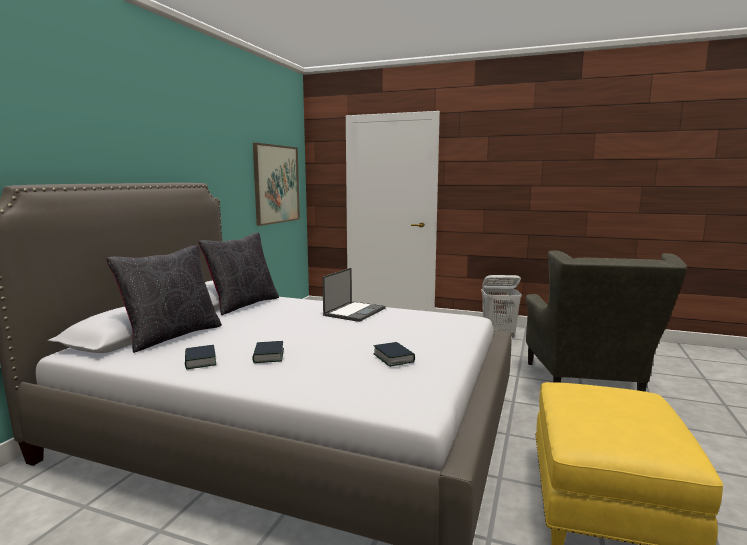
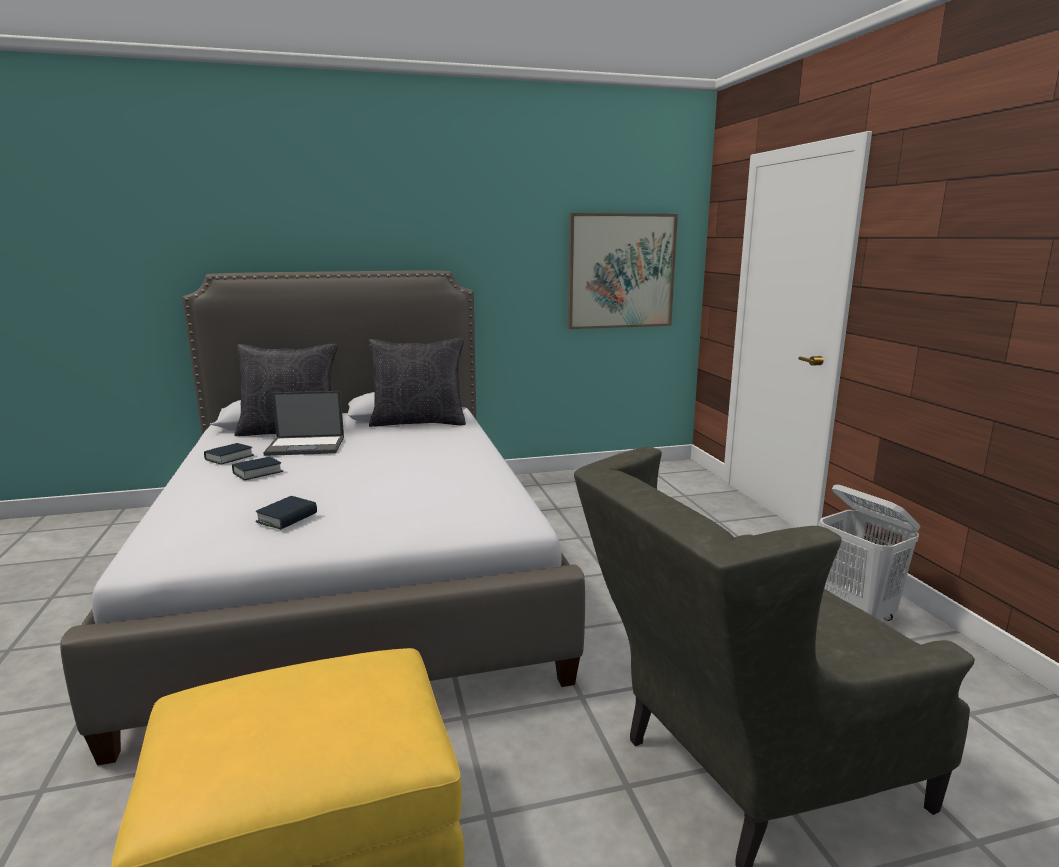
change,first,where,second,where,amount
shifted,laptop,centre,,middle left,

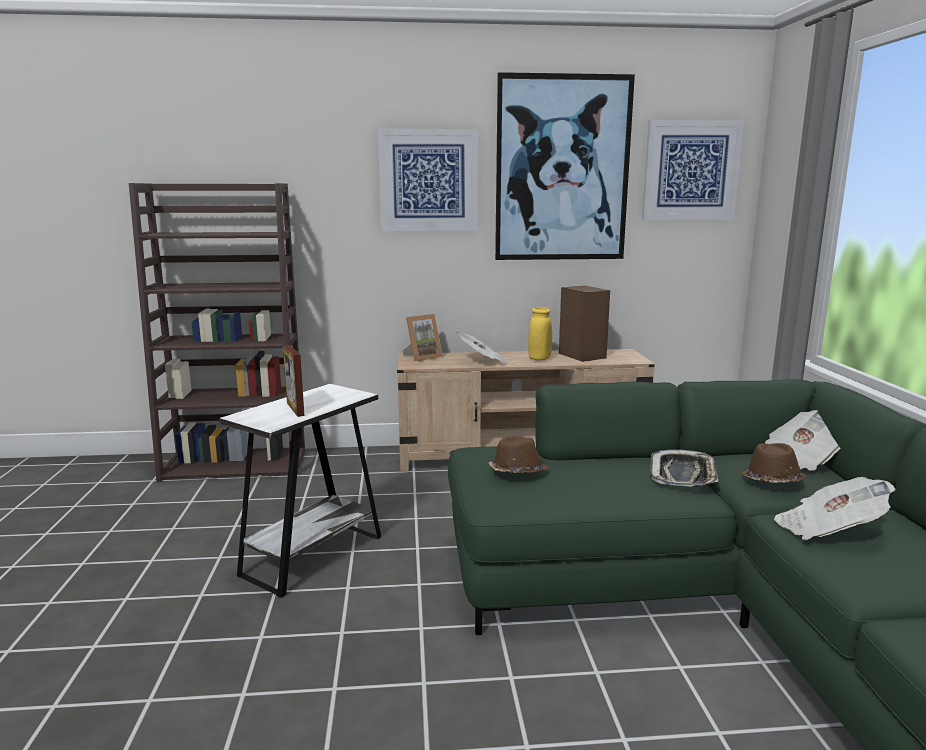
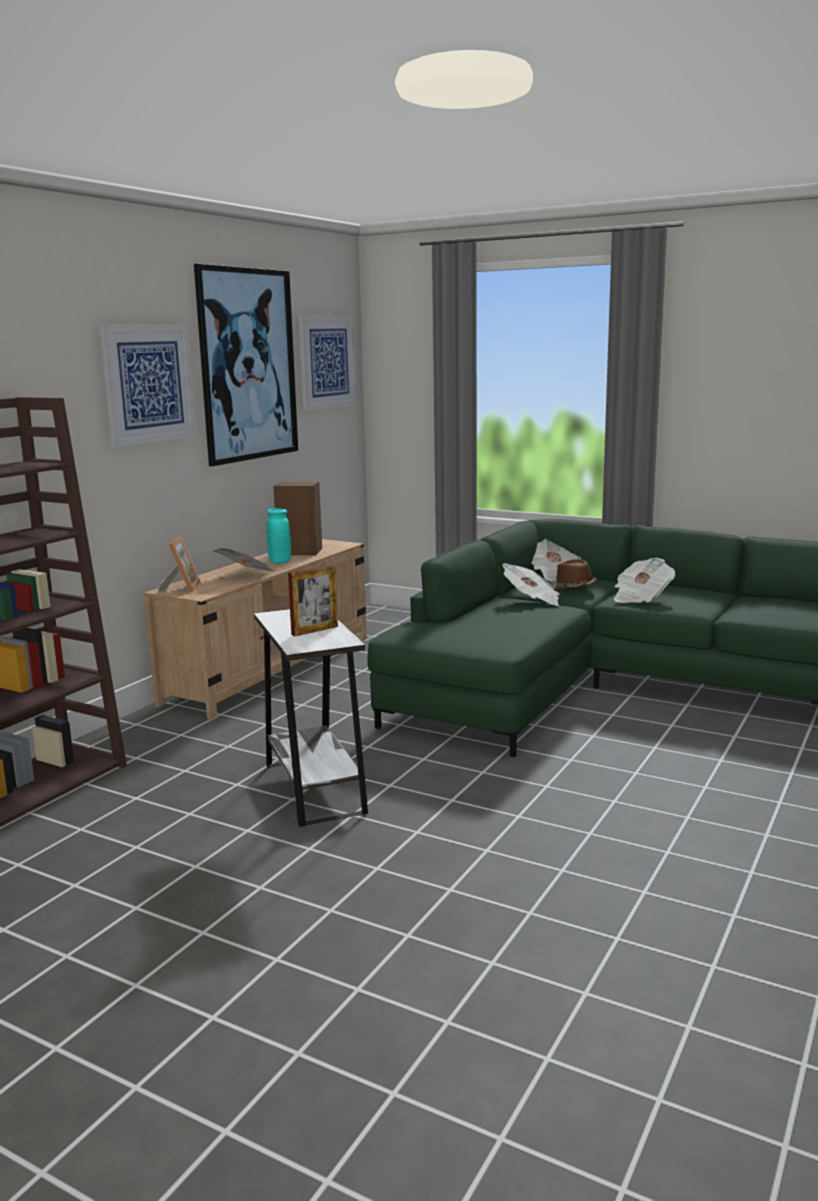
change,first,where,second,where,amount
repainted,yellow vase,centre,turquoise vase,centre,
rotated,picture frame (no. 1 from left in the first image),middle left,picture frame (no. 2 from left),centre,45 degrees counterclockwise
swapped,tray,middle right,newspaper (no. 2 from left),centre,
gone,brown hat (no. 1 from left),centre,,,

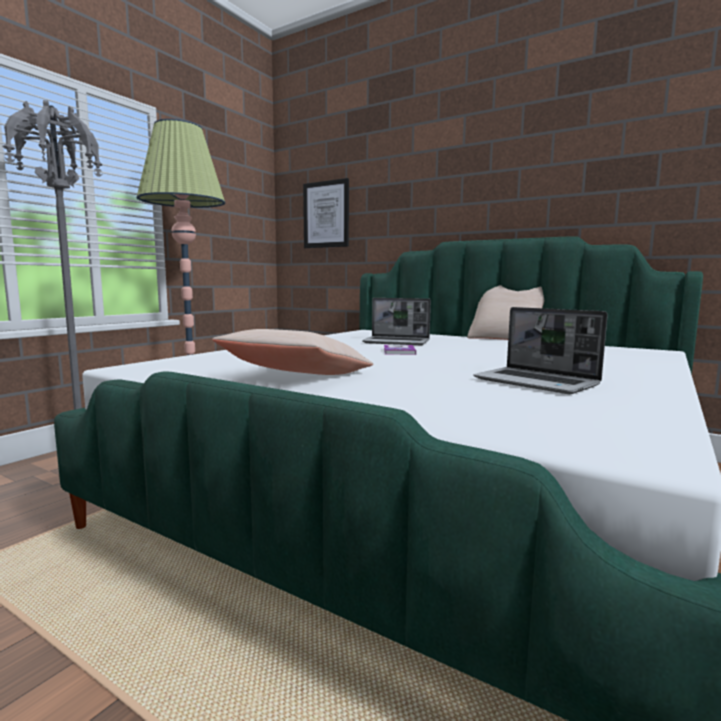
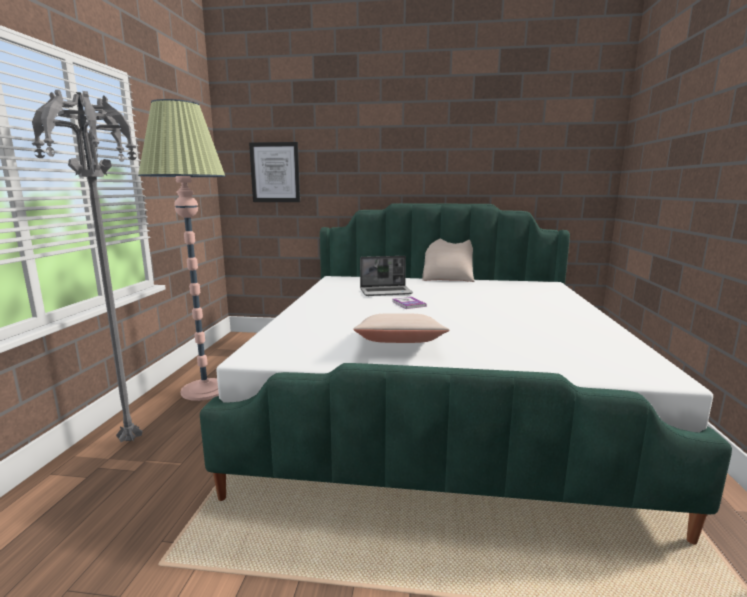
change,first,where,second,where,amount
gone,laptop (no. 2 from left),middle right,,,

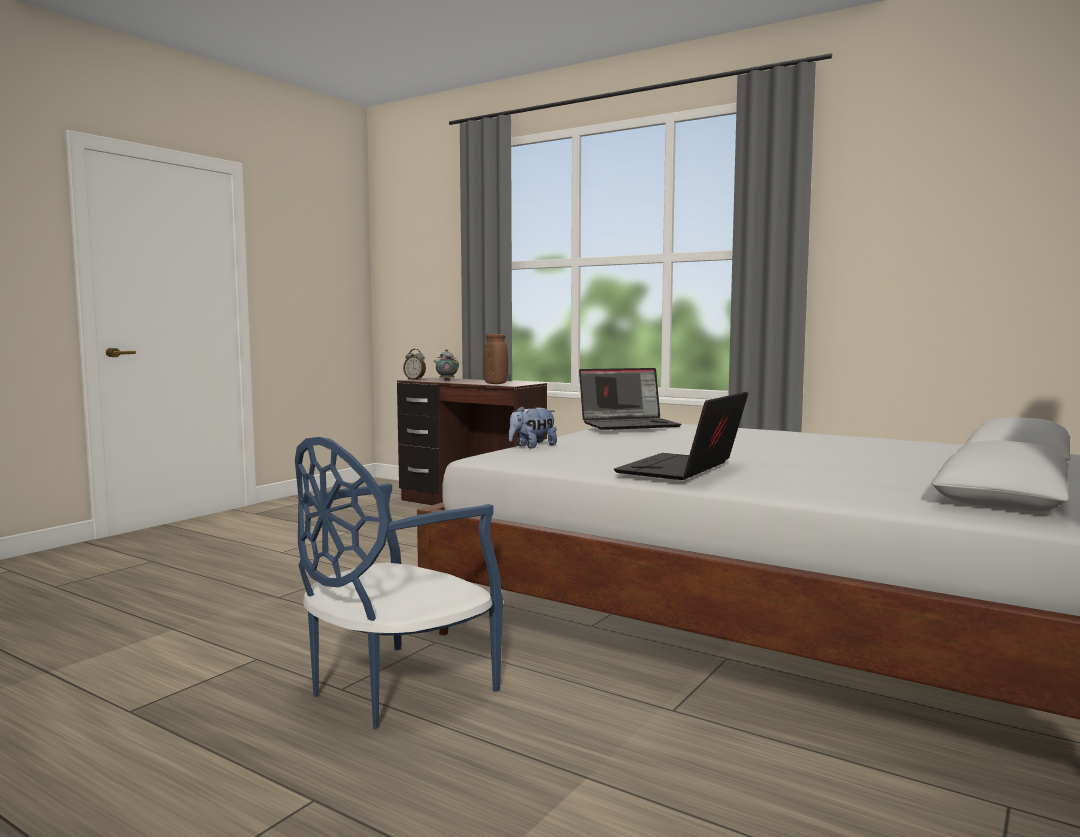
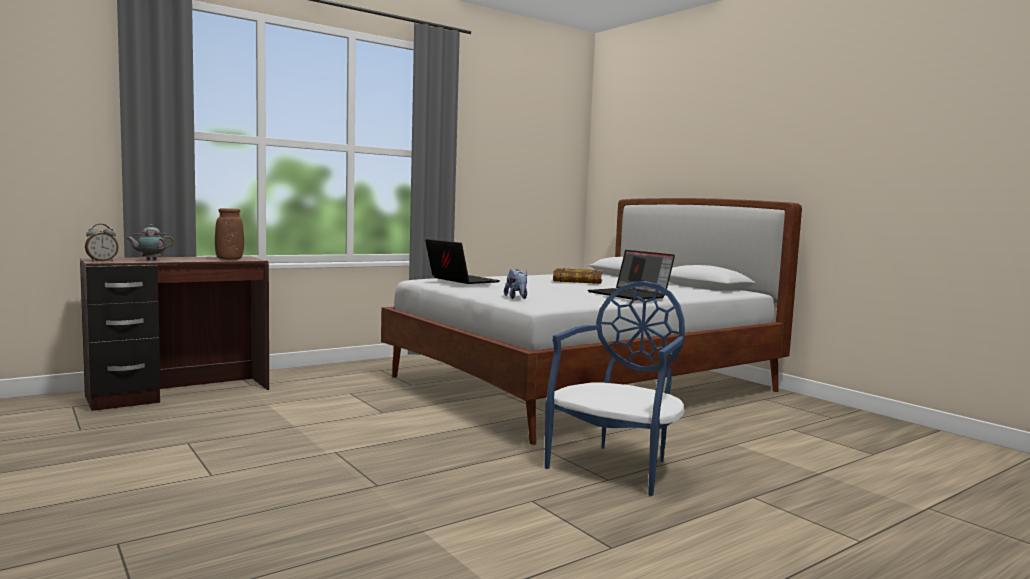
change,first,where,second,where,amount
rotated,laptop (no. 1 from left),centre,,centre,45 degrees counterclockwise
rotated,blue chair,bottom centre,,bottom centre,120 degrees counterclockwise
new,,,book,centre,

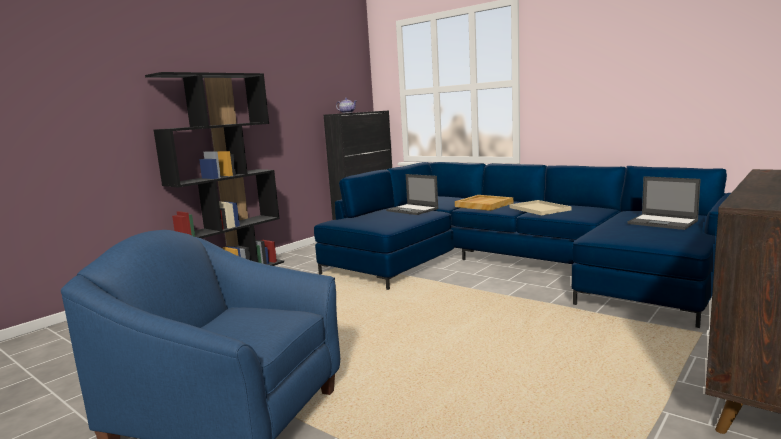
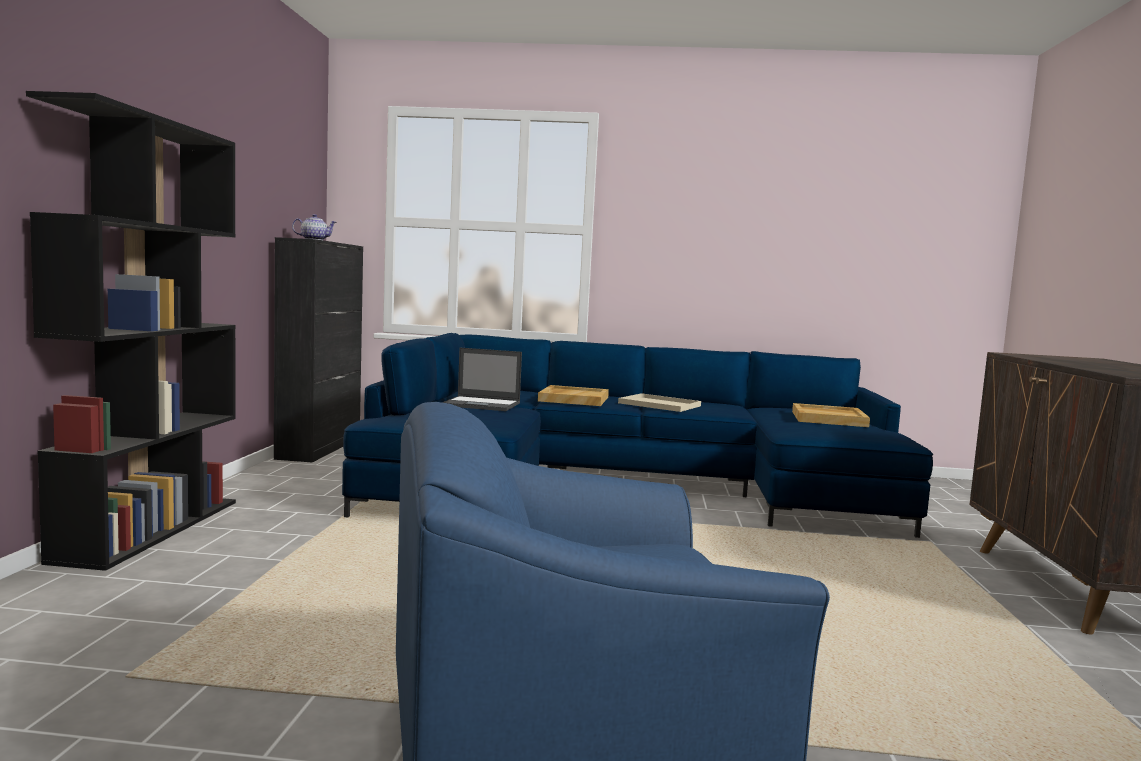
change,first,where,second,where,amount
swapped,laptop (no. 2 from left),middle right,beige tray (no. 3 from left),middle right,

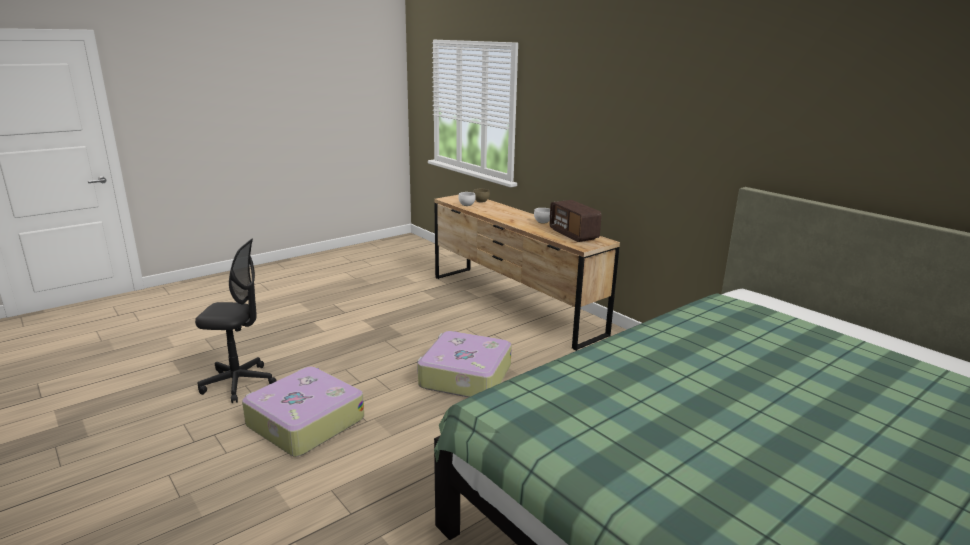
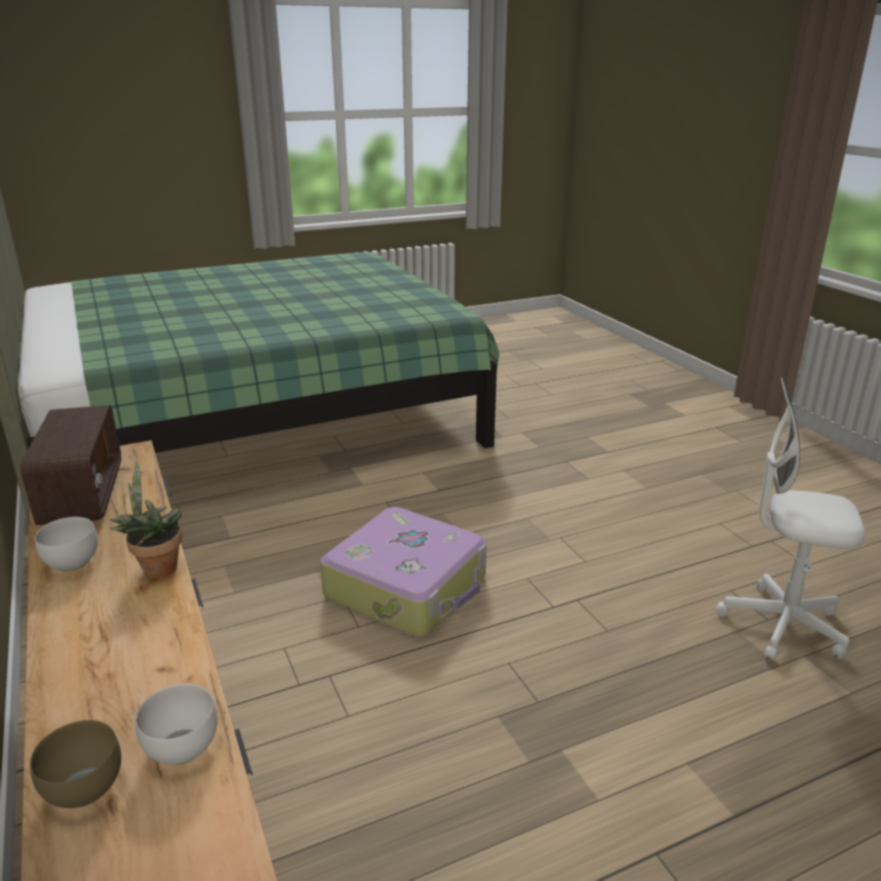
change,first,where,second,where,amount
new,,,potted plant,middle left,
repainted,black office chair,middle left,white office chair,middle right,
gone,suitcase (no. 1 from left),bottom left,,,

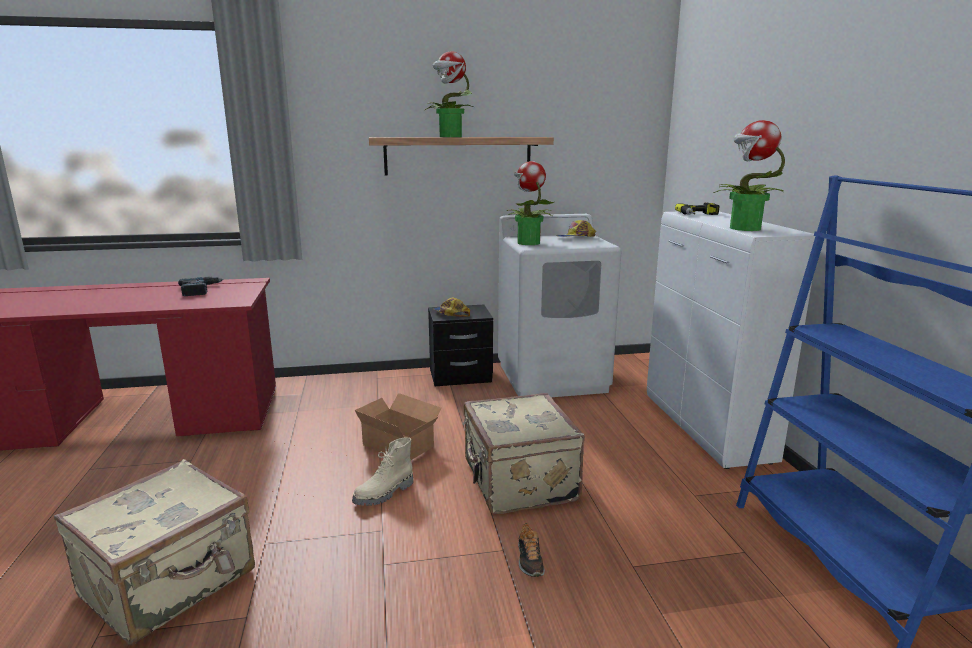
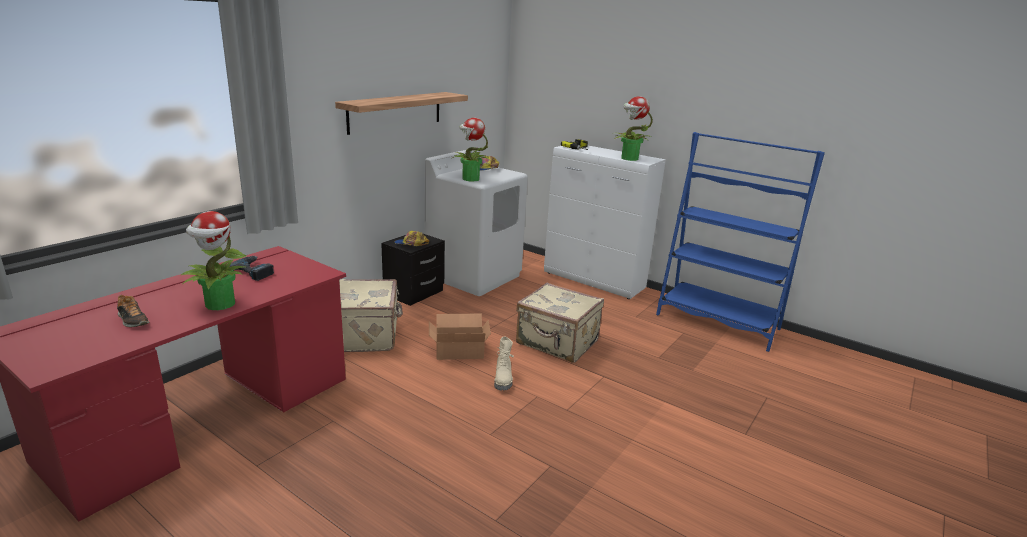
change,first,where,second,where,amount
shifted,shoe,bottom centre,,middle left,
shifted,potted plant (no. 1 from left),top centre,,middle left,
shifted,beige suitcase (no. 1 from left),bottom left,,centre,

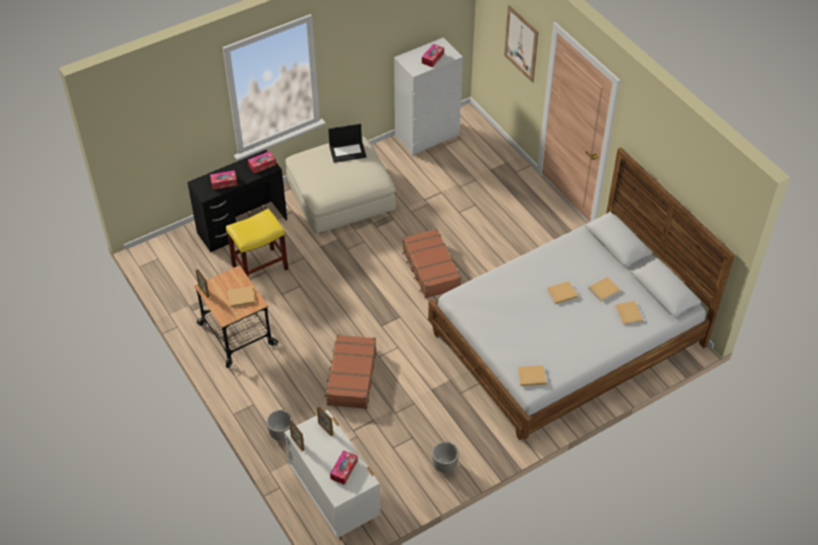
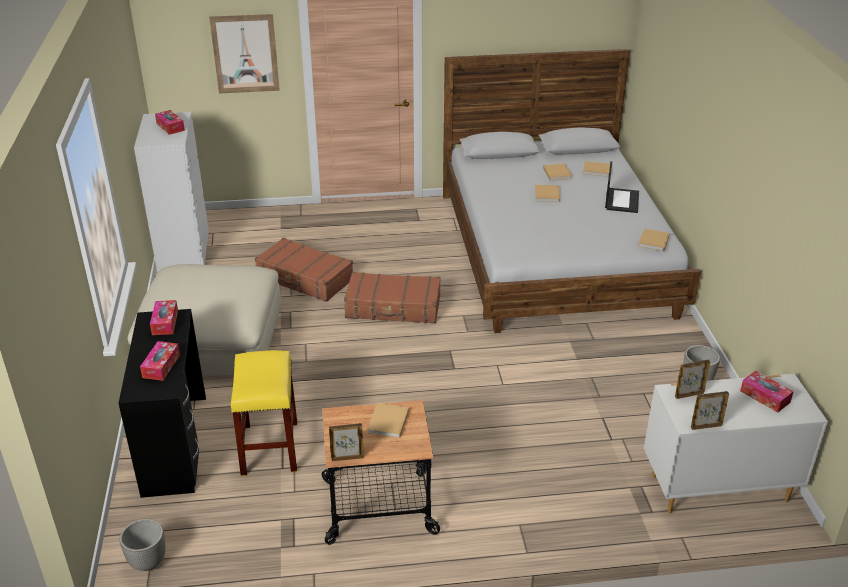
change,first,where,second,where,amount
shifted,planter (no. 1 from left),bottom centre,,bottom left,
shifted,brown suitcase (no. 1 from left),bottom centre,,centre,
shifted,laptop,top centre,,top right,

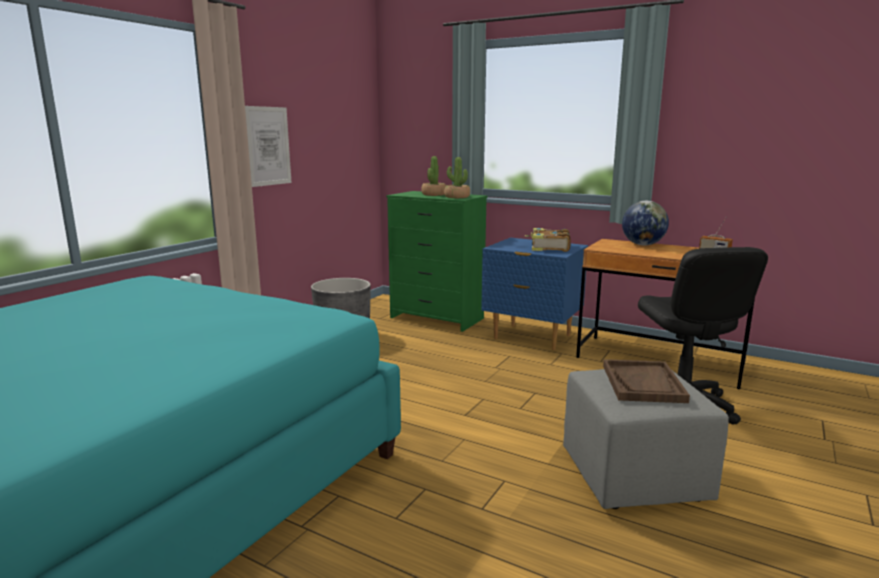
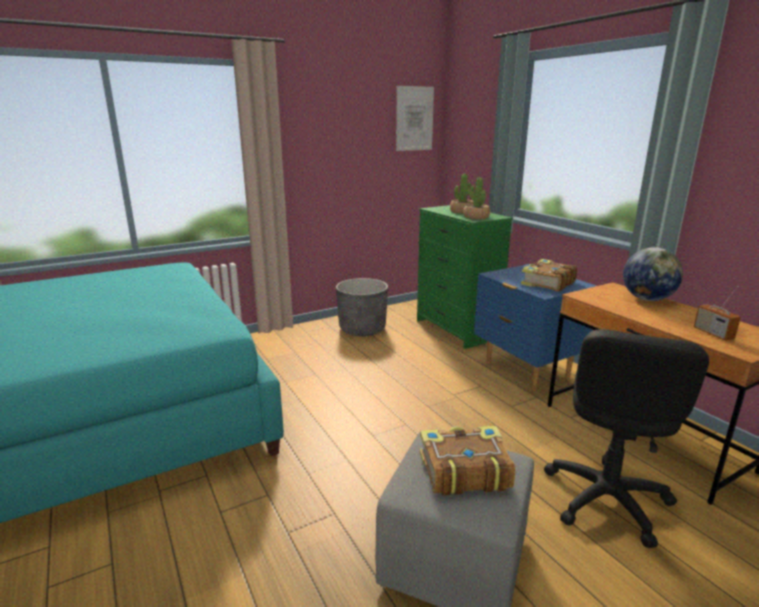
change,first,where,second,where,amount
shifted,picture,top left,,top centre,
swapped,brown tray,middle right,book (no. 1 from left),bottom centre,

